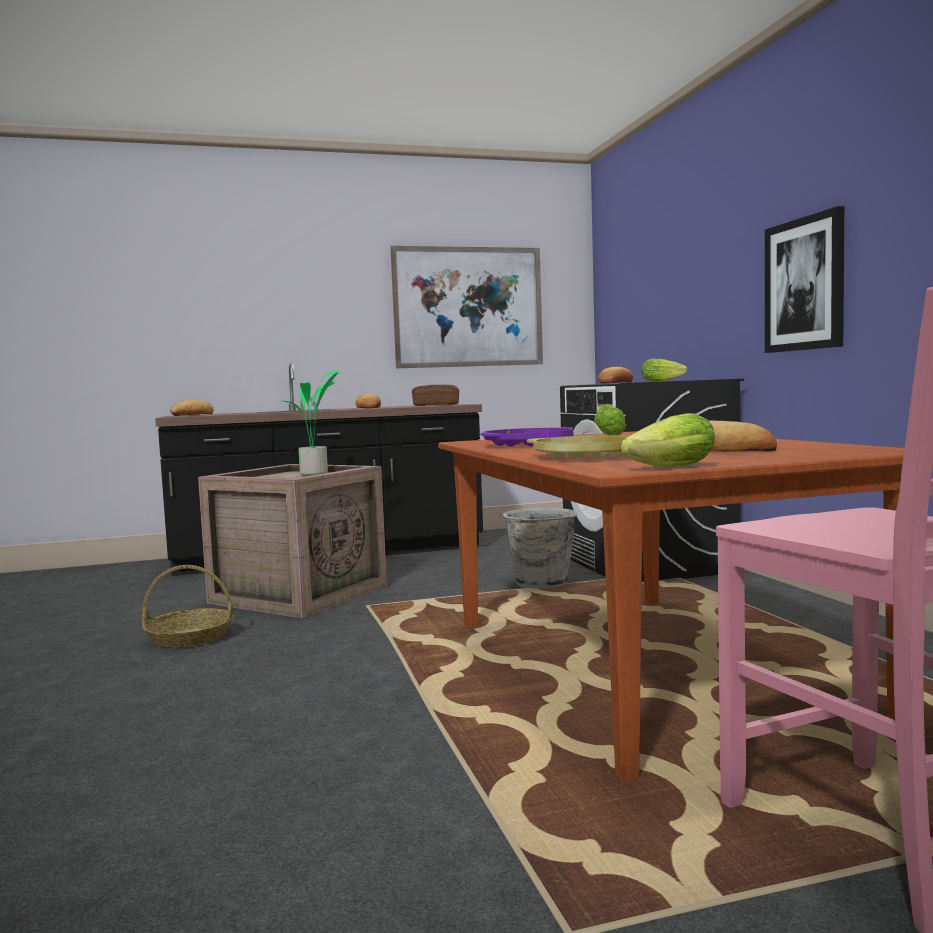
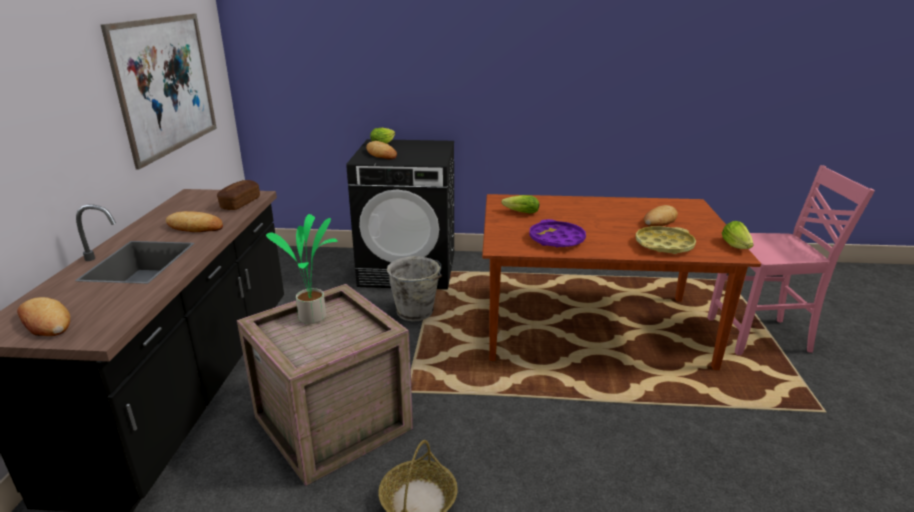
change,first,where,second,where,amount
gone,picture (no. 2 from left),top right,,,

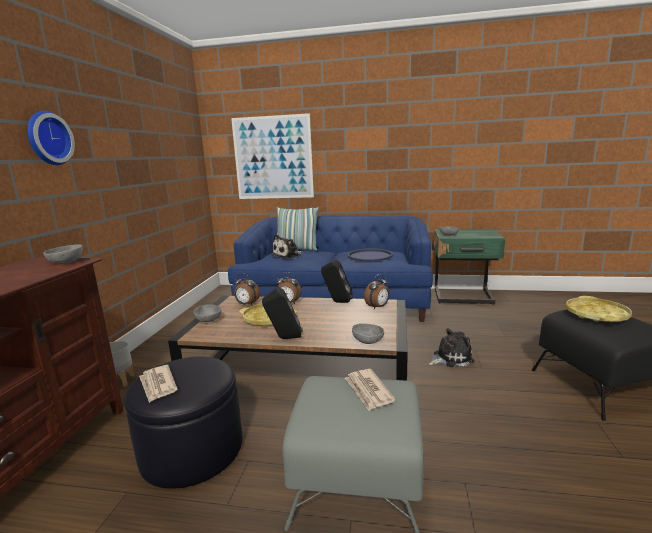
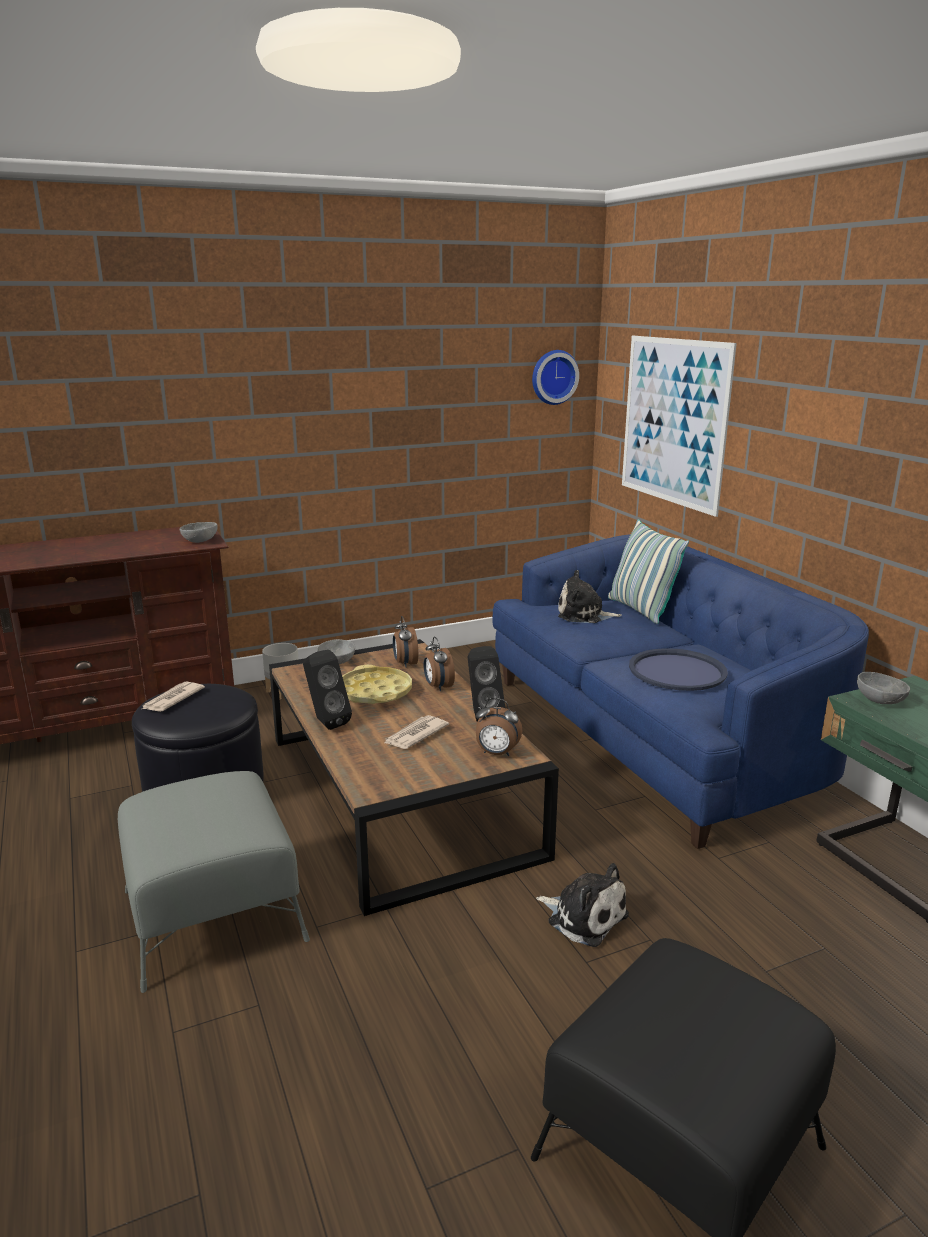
change,first,where,second,where,amount
shifted,newspaper (no. 2 from left),bottom centre,,centre,
shifted,wall clock,top left,,top centre,
gone,grey bowl (no. 3 from left),centre,,,
gone,yellow tray (no. 2 from left),middle right,,,

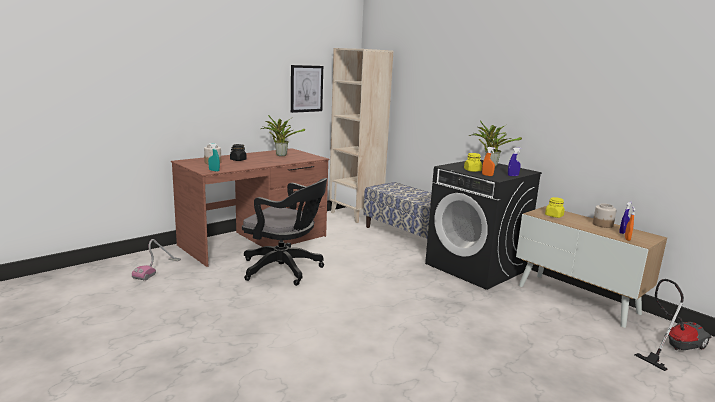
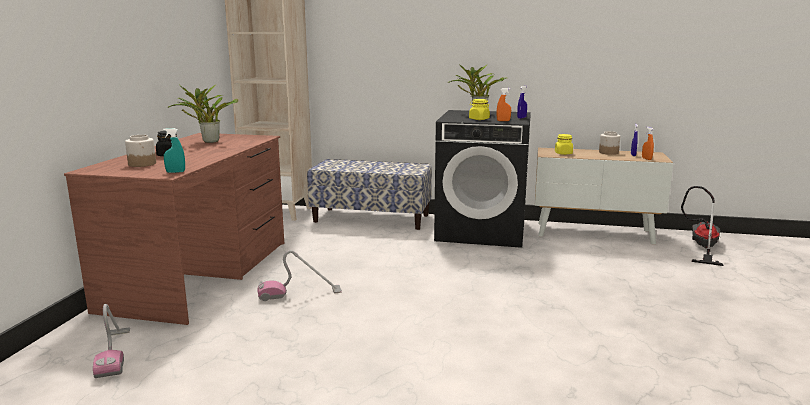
change,first,where,second,where,amount
swapped,black office chair,centre,vacuum cleaner (no. 2 from left),bottom centre,
gone,picture,top centre,,,

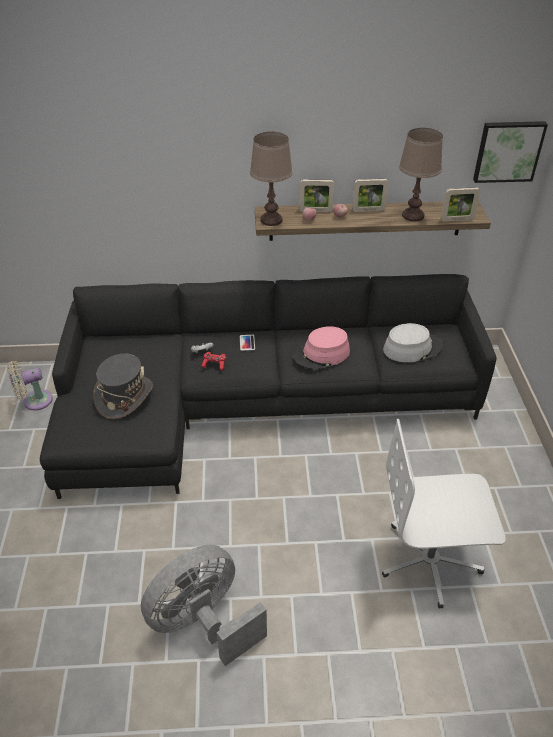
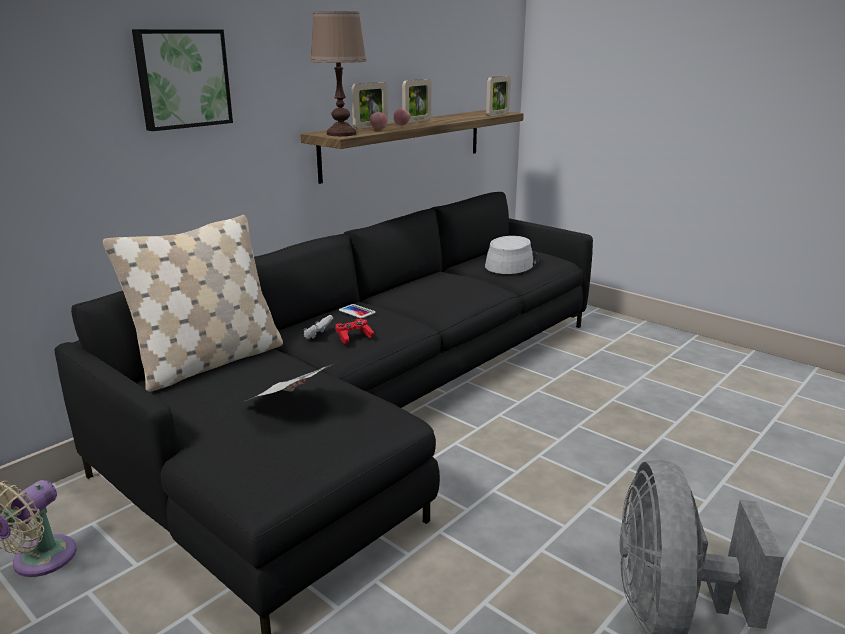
change,first,where,second,where,amount
new,,,beige pillow,middle left,
shifted,picture,top right,,top left,
swapped,grey hat (no. 1 from left),middle left,newspaper,centre,
gone,pink hat,centre,,,
gone,white office chair,bottom right,,,
gone,brown table lamp (no. 2 from left),top right,,,

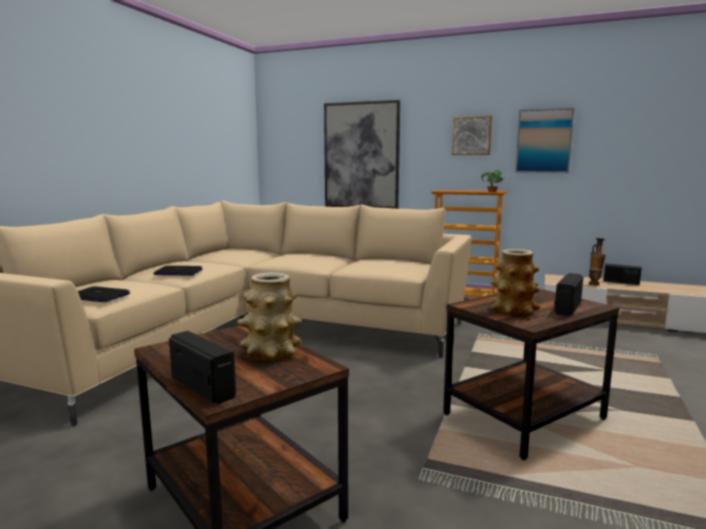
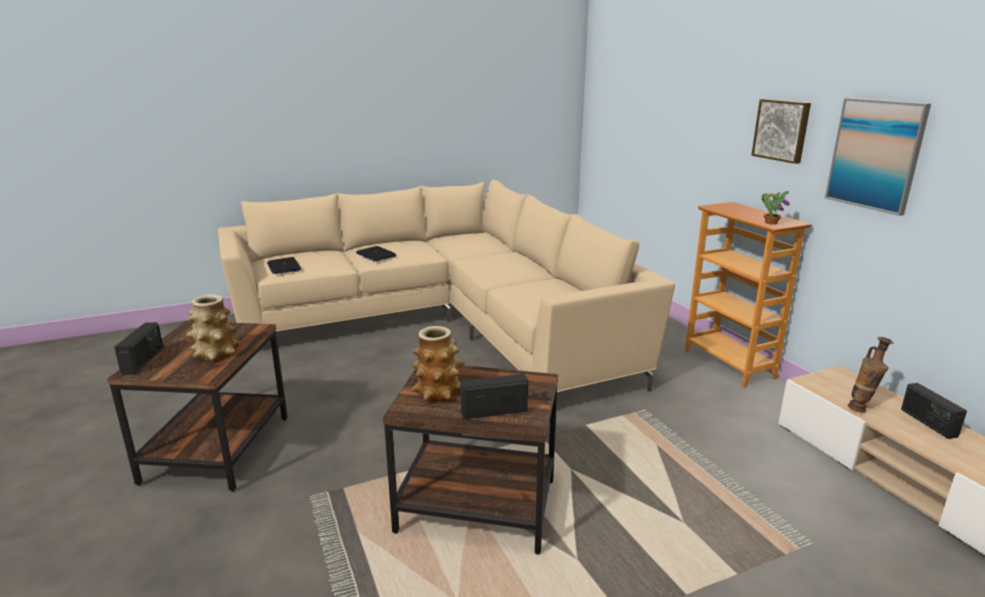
change,first,where,second,where,amount
gone,picture (no. 1 from left),top centre,,,

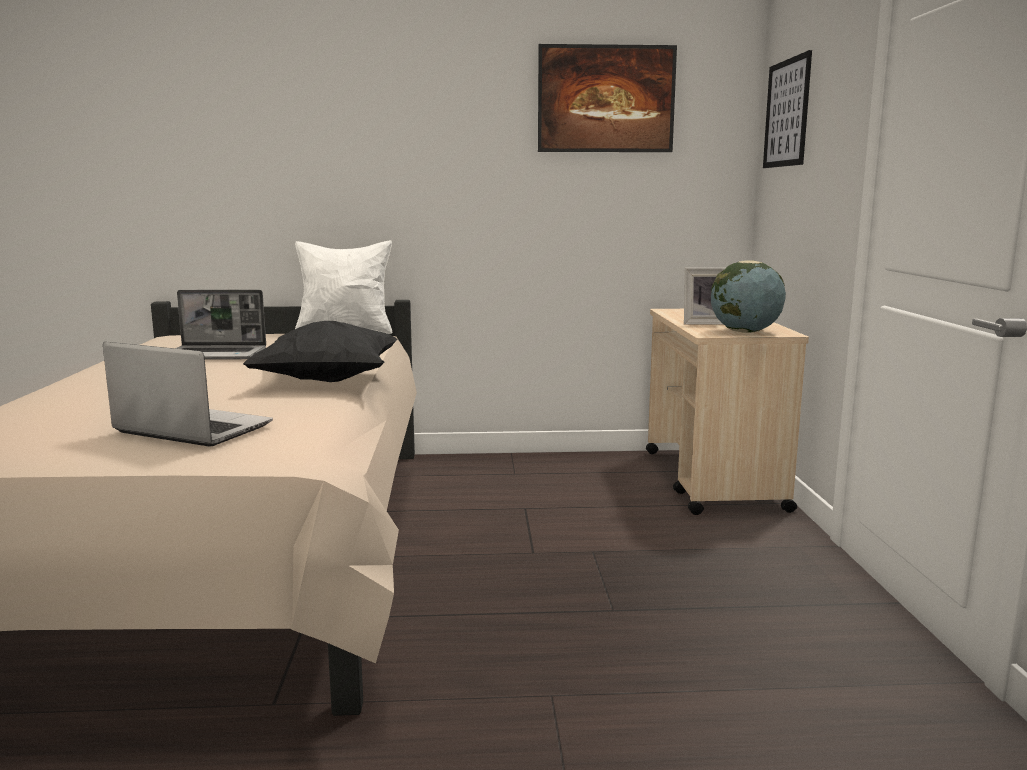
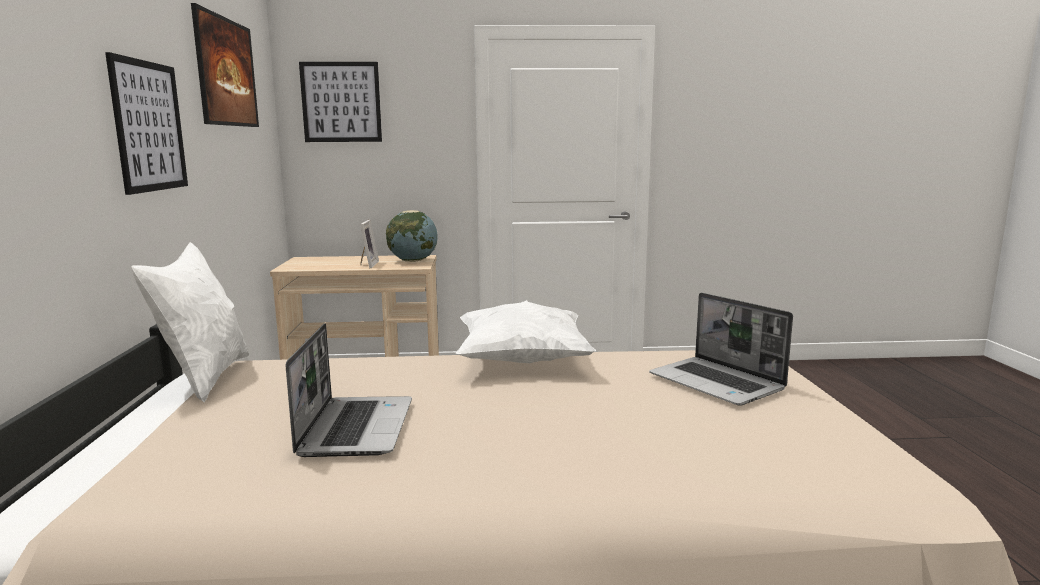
change,first,where,second,where,amount
new,,,picture (no. 1 from left),top left,
repainted,black pillow,middle left,white pillow (no. 2 from left),centre,
rotated,laptop (no. 1 from left in the first image),middle left,laptop (no. 2 from left),middle right,60 degrees counterclockwise

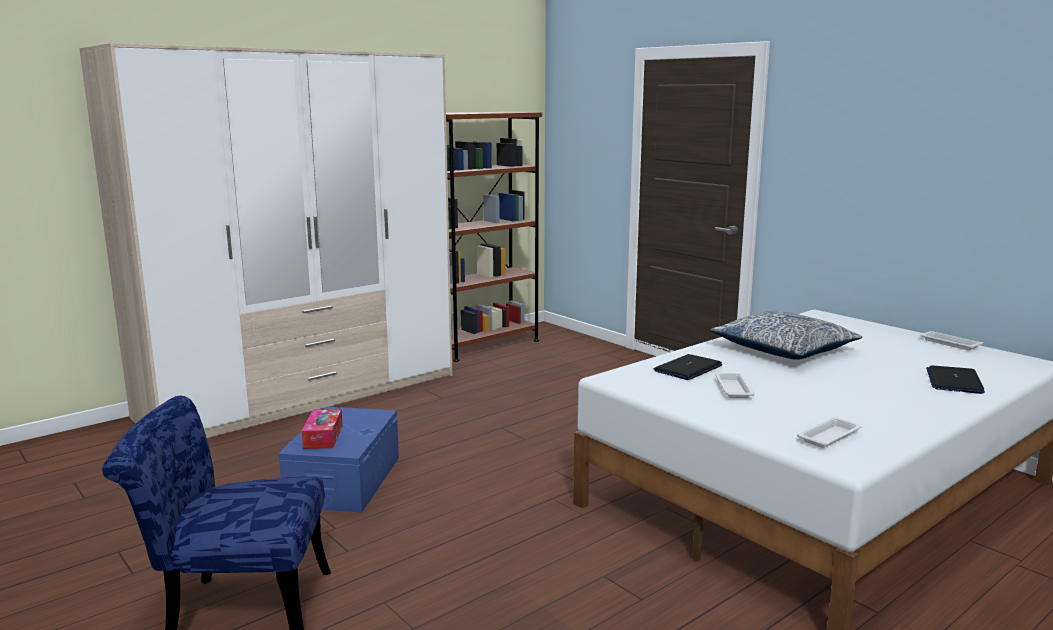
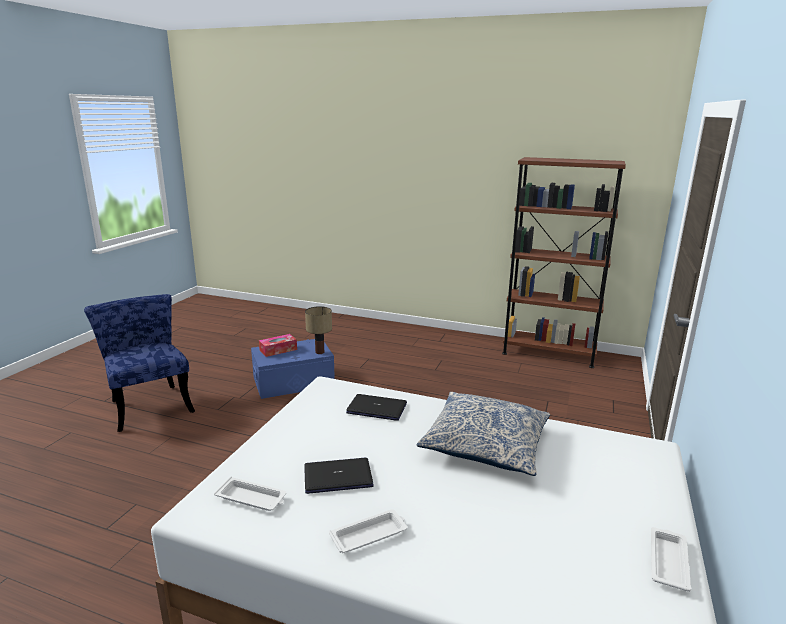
change,first,where,second,where,amount
shifted,laptop (no. 2 from left in the first image),middle right,laptop (no. 1 from left),bottom centre,
new,,,table lamp,centre,
shifted,white tray (no. 1 from left in the first image),middle right,white tray (no. 2 from left),bottom centre,
gone,wardrobe,middle left,,,

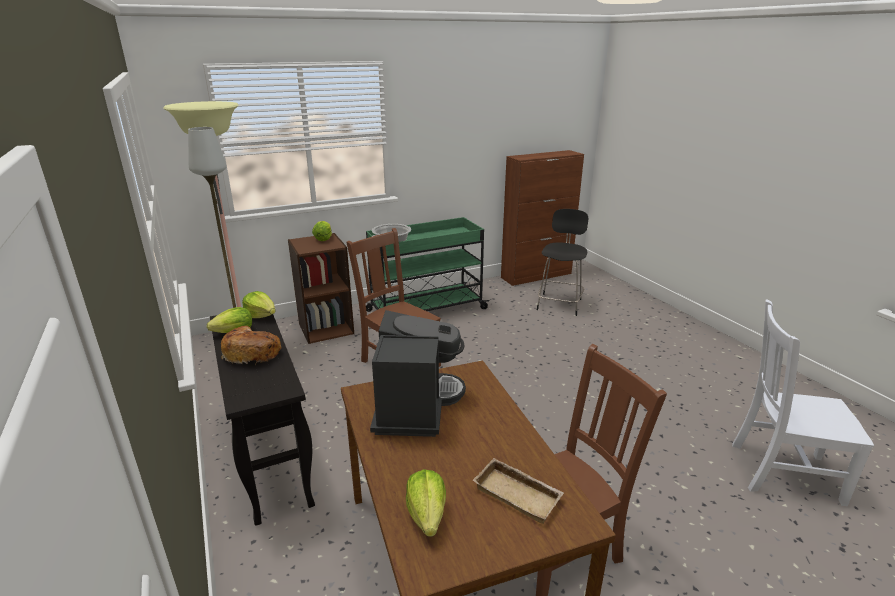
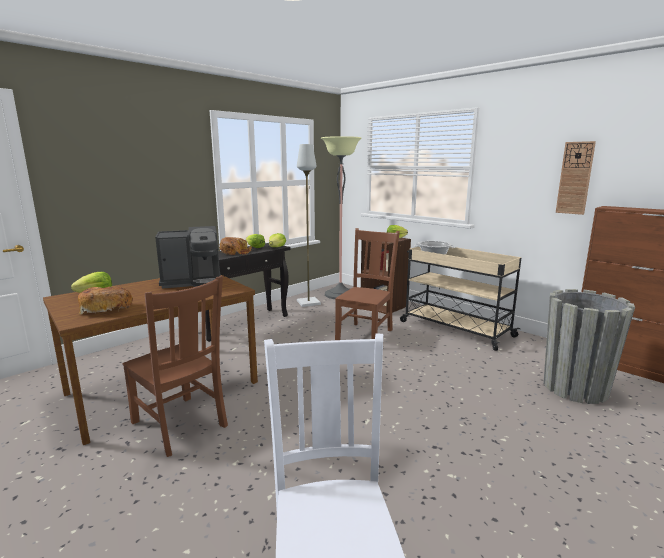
change,first,where,second,where,amount
swapped,beige tray,bottom centre,bread (no. 1 from left),middle left,
repainted,green cart,centre,beige cart,middle right,
swapped,black stool,centre,grey planter,middle right,
new,,,wall clock,top right,

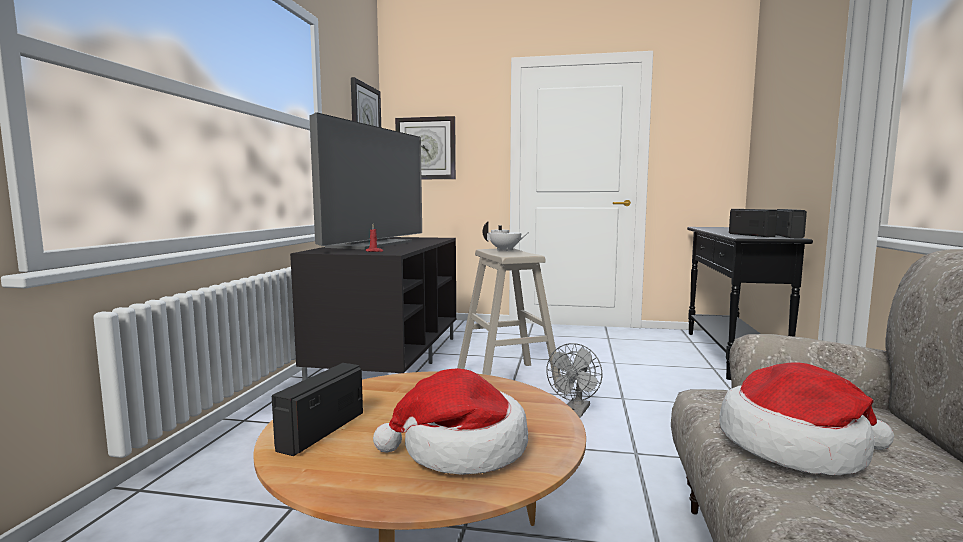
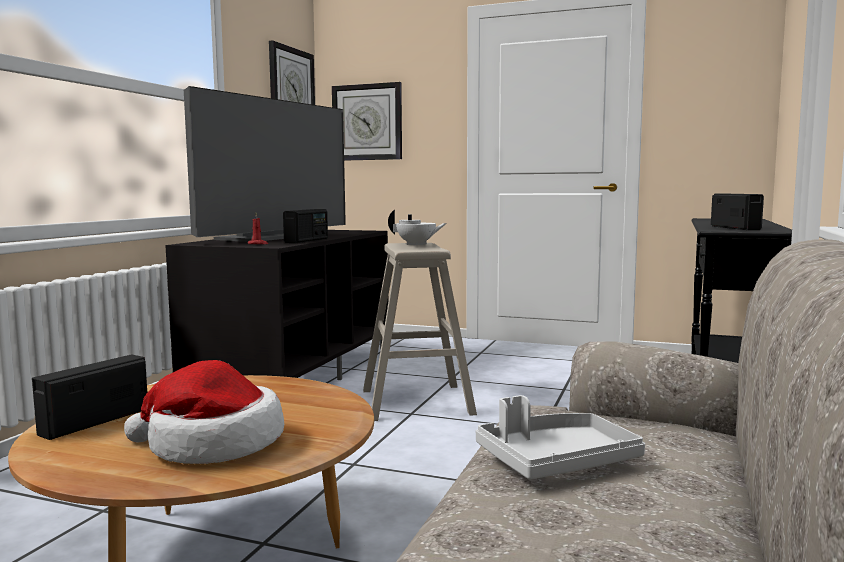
change,first,where,second,where,amount
shifted,radio (no. 3 from left in the first image),middle right,radio (no. 2 from left),centre,
swapped,hat (no. 2 from left),bottom right,grey tray,bottom centre,
gone,grey fan,bottom centre,,,

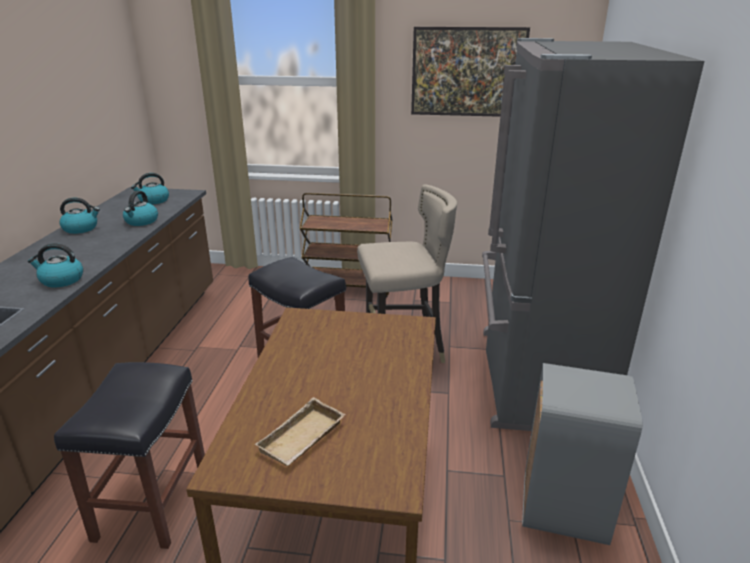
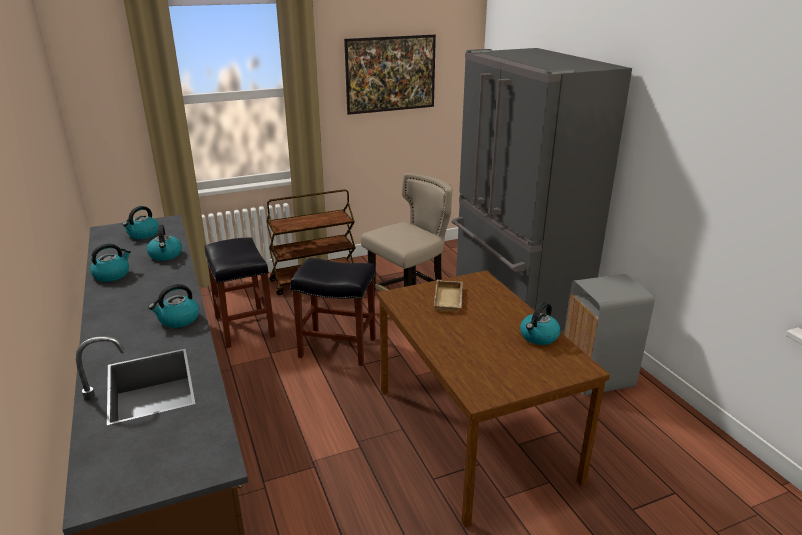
change,first,where,second,where,amount
shifted,black stool (no. 1 from left),bottom left,,middle left,
shifted,beige tray,bottom centre,,centre,
new,,,kettle (no. 5 from left),middle right,

